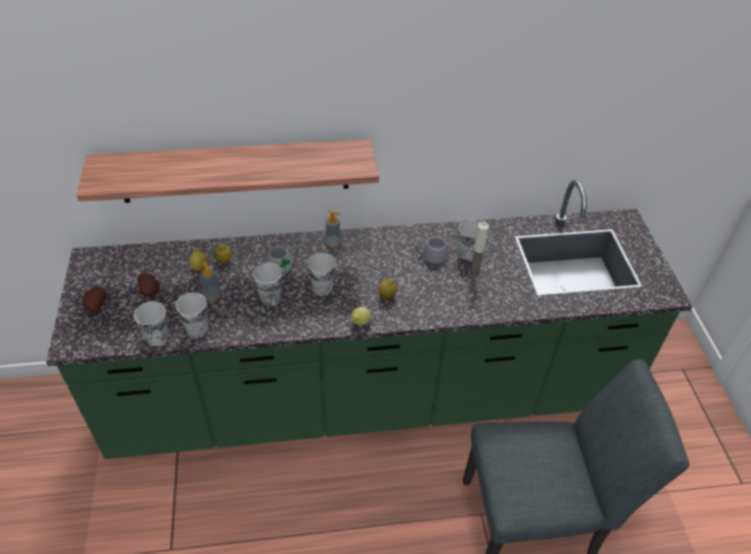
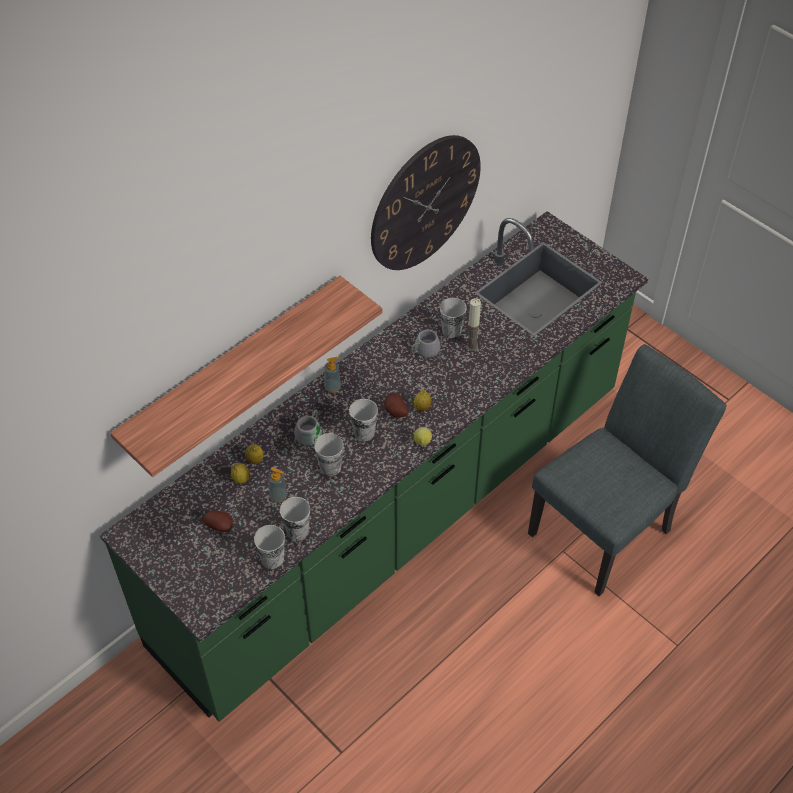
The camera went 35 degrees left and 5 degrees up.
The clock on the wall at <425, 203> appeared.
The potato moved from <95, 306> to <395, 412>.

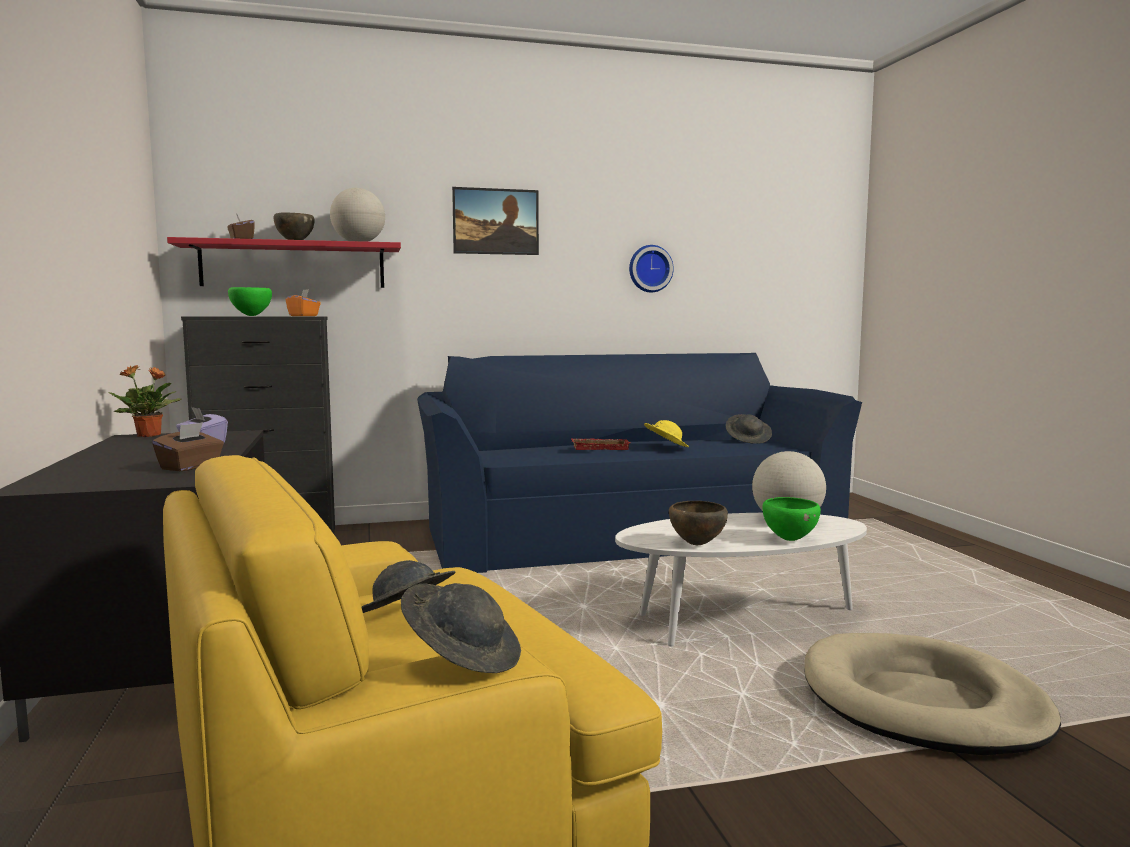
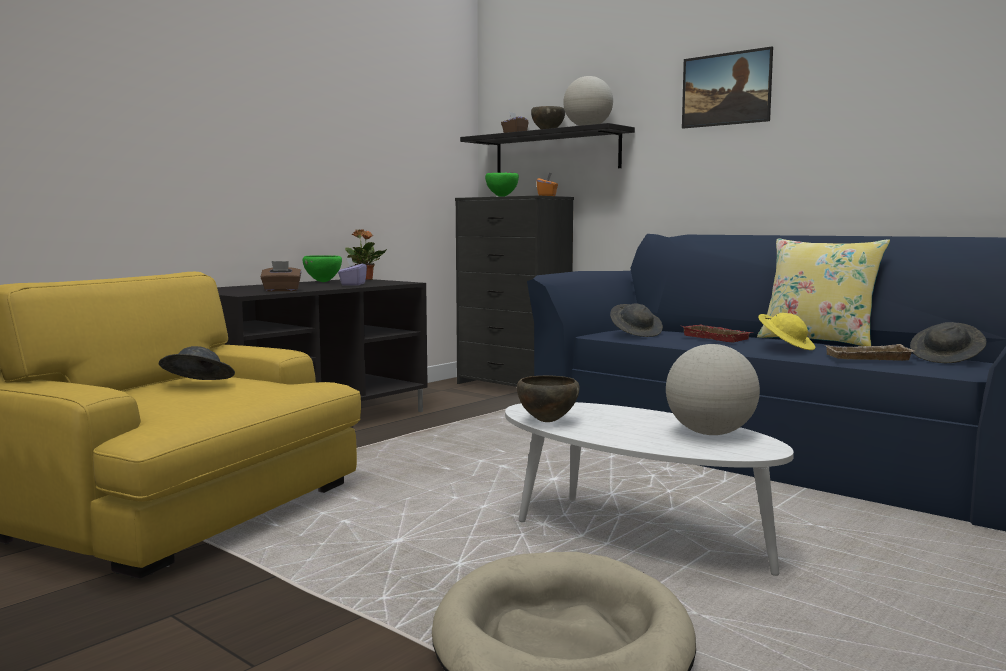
The camera went 55 degrees right and 0 degrees up.
The clock on the wall at <649, 269> disappeared.
The pillow in yellow-coloured at <818, 340> appeared.
The serving tray in beige-coloured at <867, 358> appeared.
The clothing hat in gray moved from <463, 656> to <636, 333>.
The bowl in green moved from <789, 540> to <323, 282>.
The bracket shelf in red at <293, 265> became the bracket shelf in black at <556, 153>.

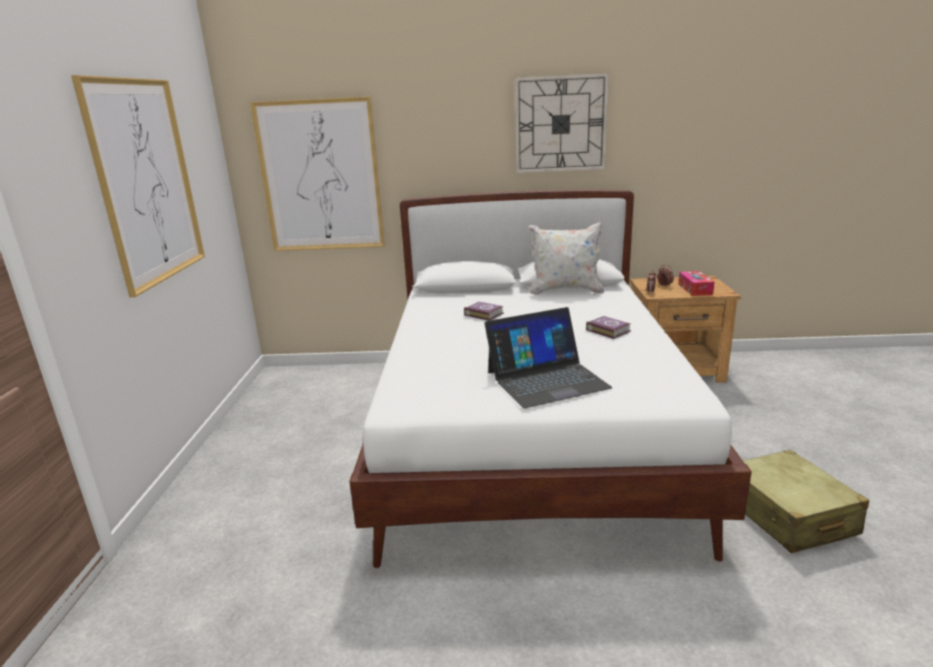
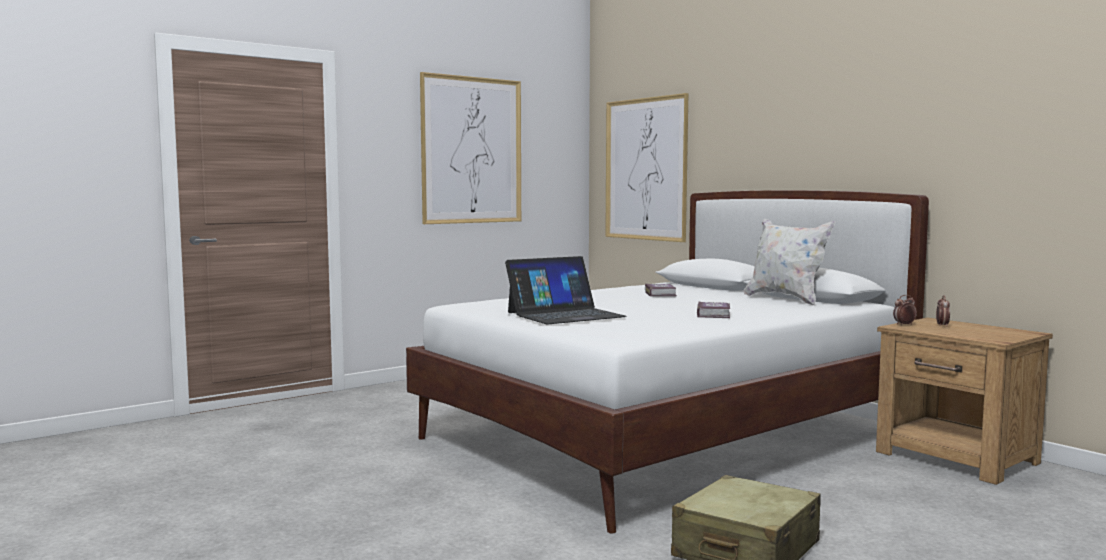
The camera went 50 degrees right and 15 degrees down.
The clock on the wall at <560, 124> disappeared.
The tissue box at <695, 289> disappeared.
The portable computer at <546, 379> turned 60 degrees counterclockwise.

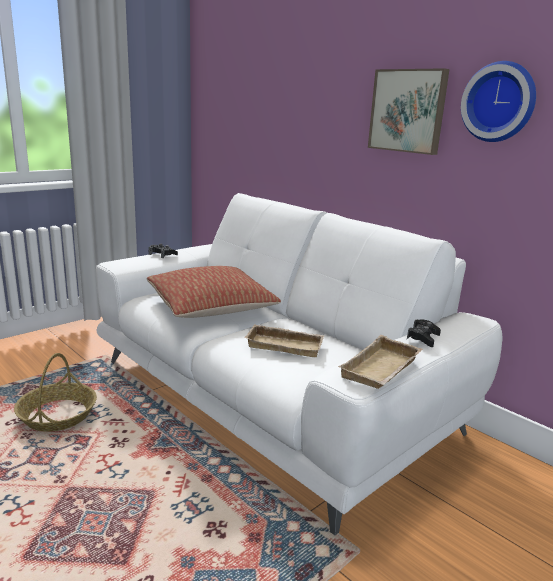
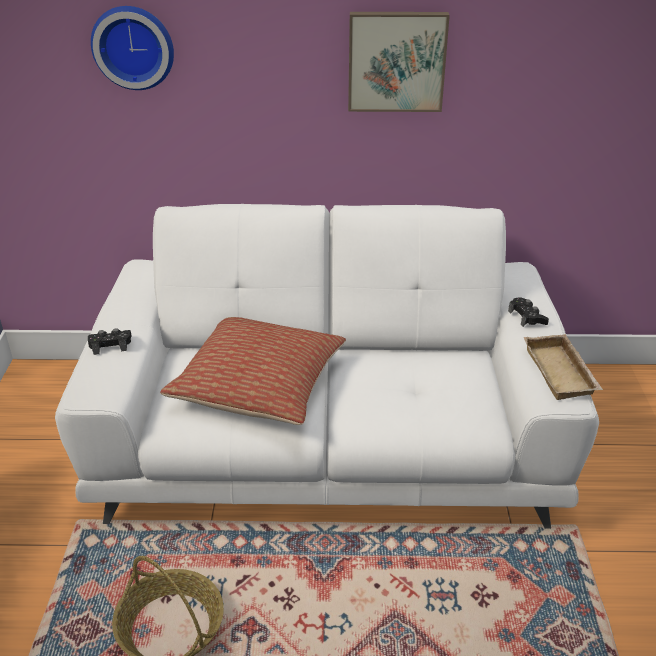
The camera went 45 degrees left and 15 degrees up.
The serving tray in beige-coloured at <286, 345> disappeared.
The clock on the wall moved from <499, 102> to <134, 46>.

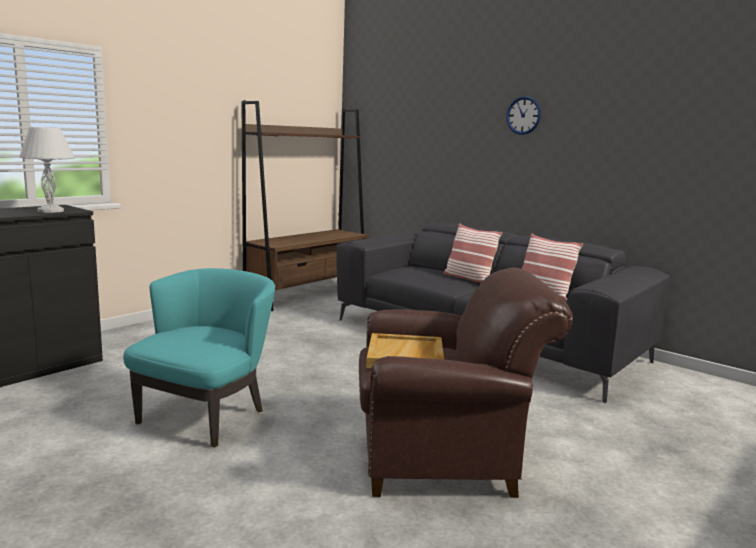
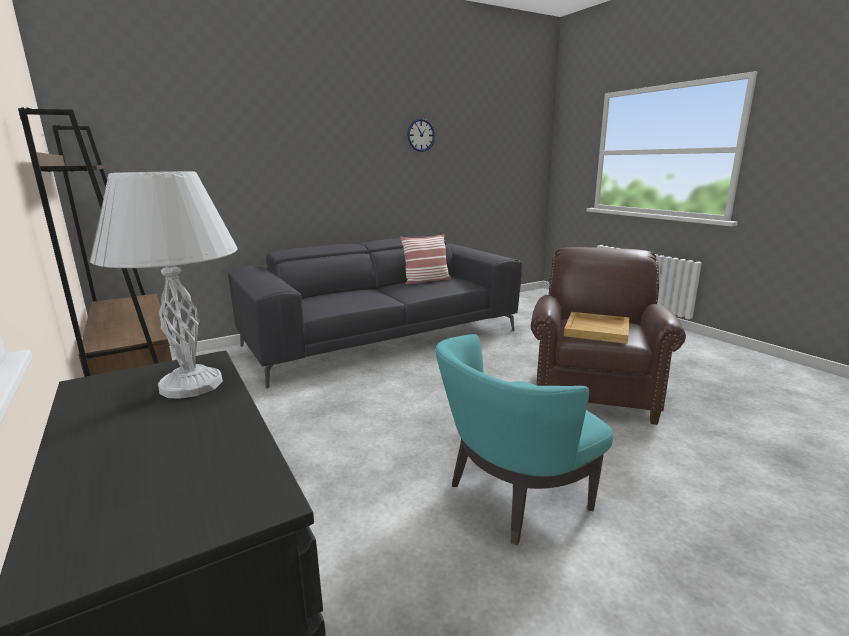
The camera went 70 degrees left and 5 degrees up.
The pillow at <468, 278> disappeared.
The clock on the wall moved from <523, 115> to <421, 135>.
The easy chair in turquoise at <206, 416> turned 75 degrees counterclockwise.

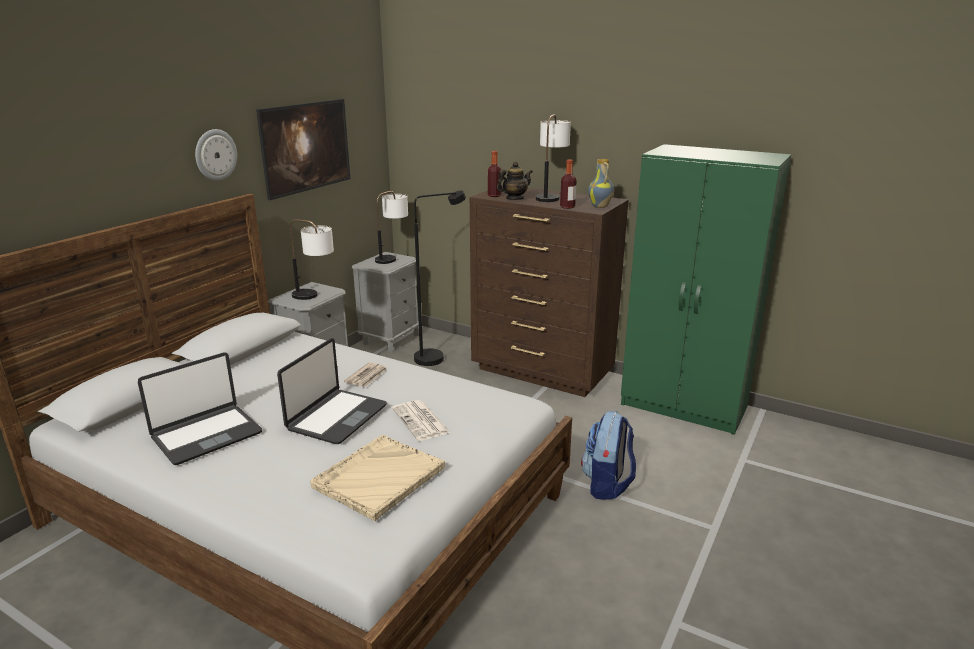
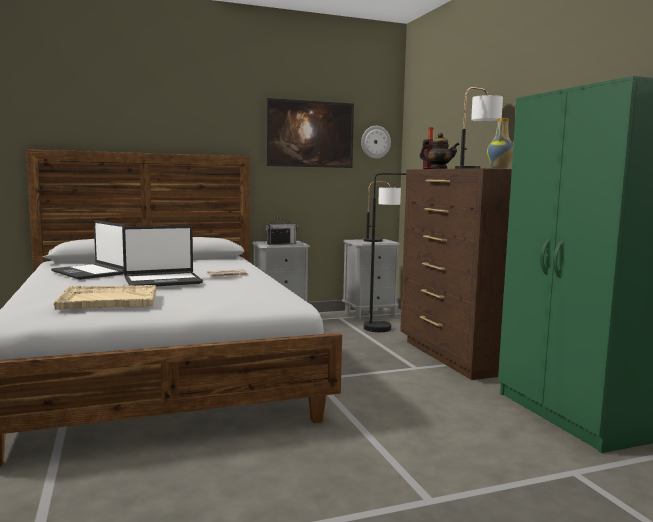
The camera went 40 degrees right and 15 degrees down.
The newspaper at <421, 421> disappeared.
The bottle at <567, 207> disappeared.
The backpack at <607, 484> disappeared.
The clock on the wall moved from <215, 154> to <375, 142>.
The lamp for a table at <315, 297> was replaced by the radio set at <281, 244>.
The portable computer at <206, 435> turned 45 degrees clockwise.

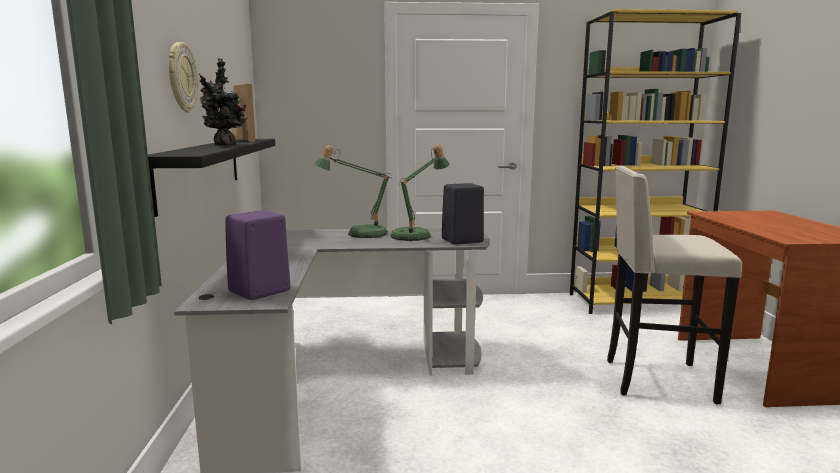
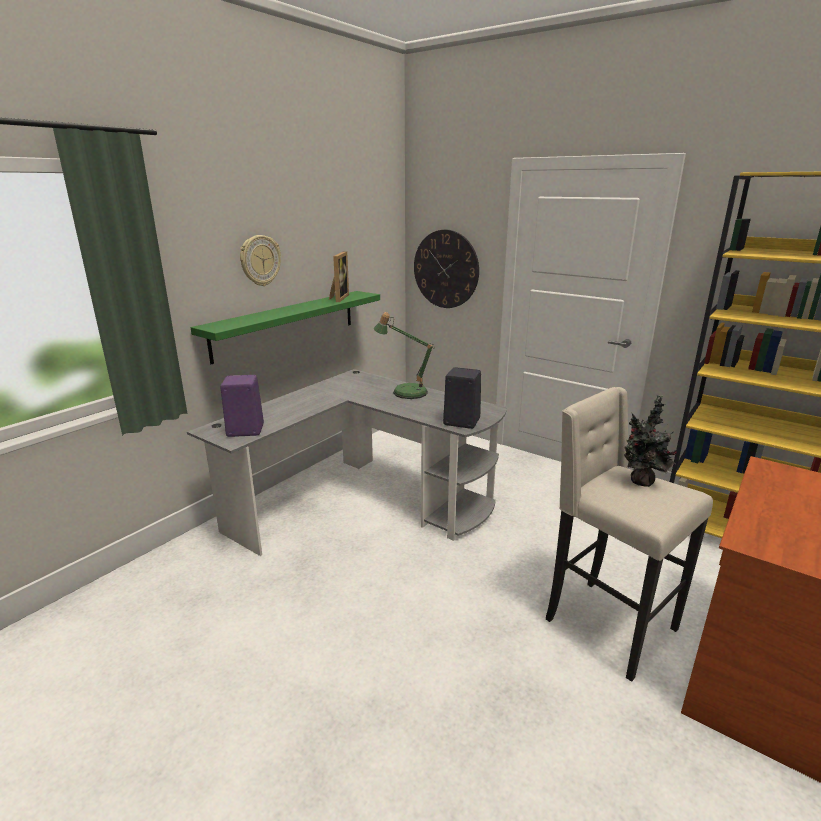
The camera went 40 degrees right and 10 degrees up.
The lamp for a table at <416, 235> disappeared.
The clock on the wall at <446, 269> appeared.
The houseplant moved from <224, 145> to <641, 482>.
The bracket shelf in black at <201, 170> became the bracket shelf in green at <287, 324>.

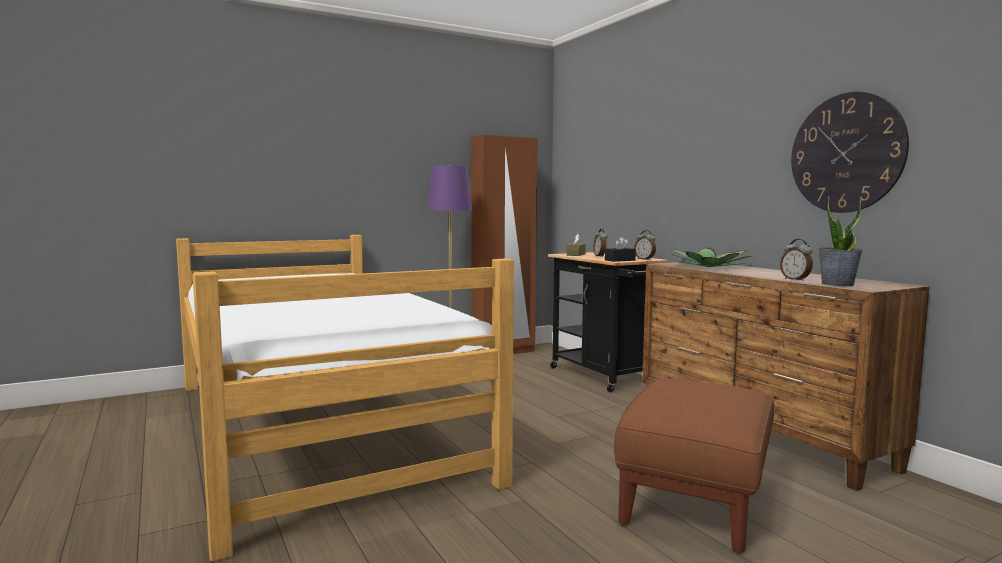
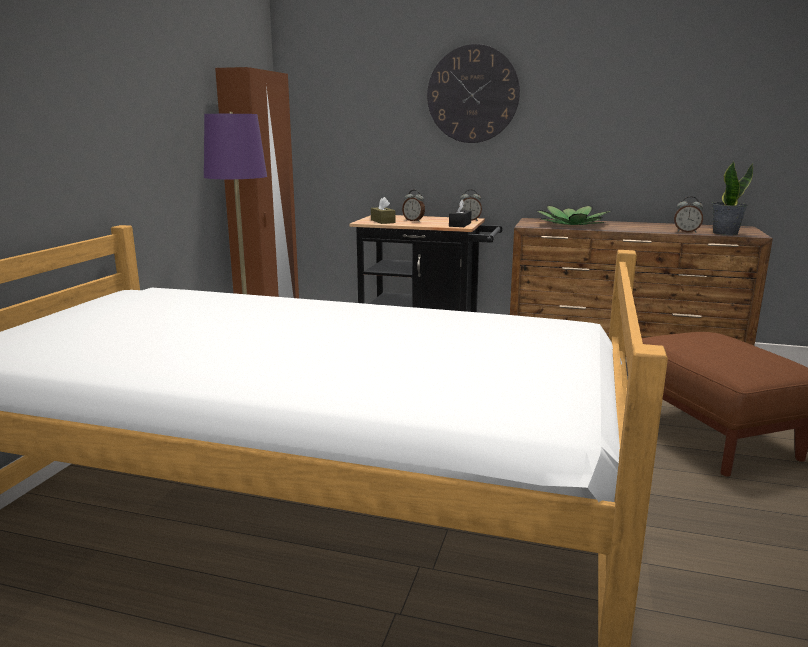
The camera went 45 degrees left and 10 degrees up.
The clock on the wall moved from <846, 153> to <473, 94>.

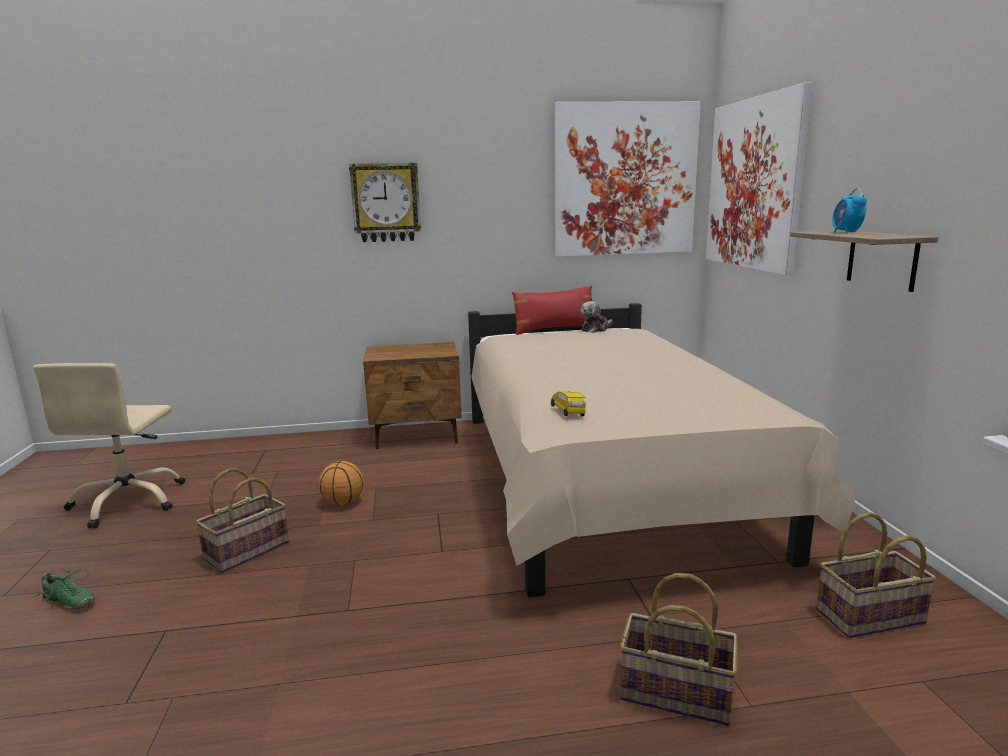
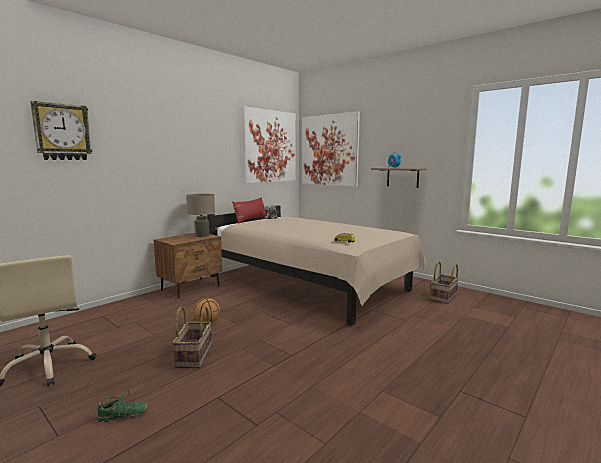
The camera went 40 degrees left and 5 degrees down.
The basket at <675, 694> disappeared.
The lamp for a table in beige-coloured at <202, 235> appeared.
The clock on the wall moved from <386, 203> to <62, 132>.

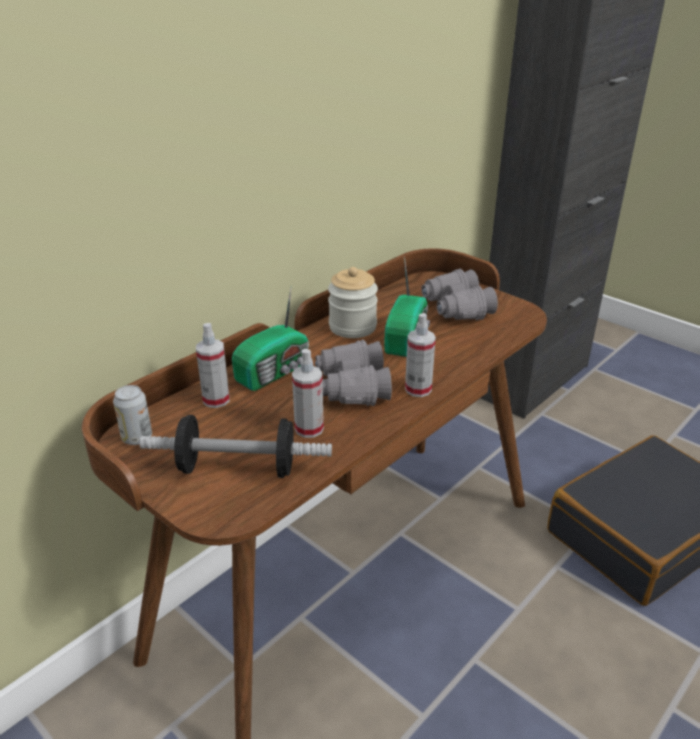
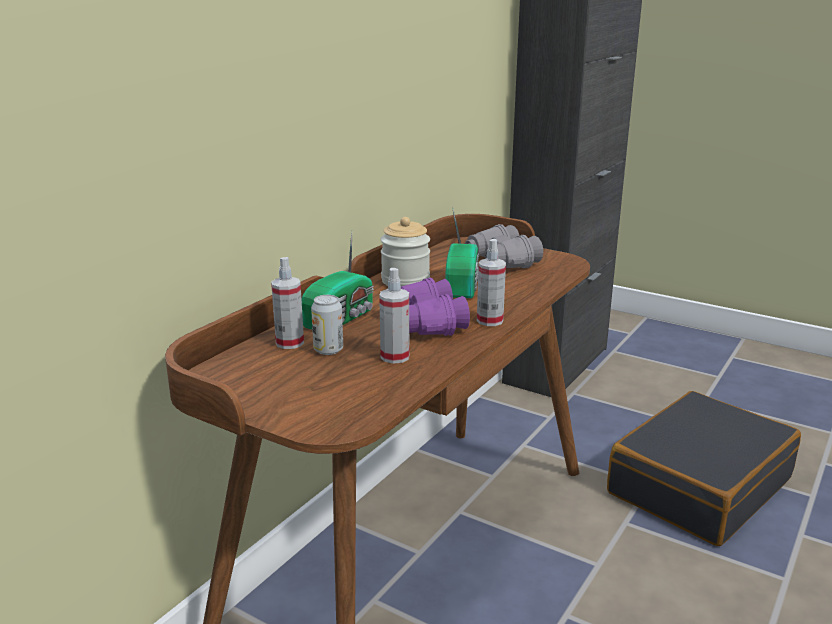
The camera went 10 degrees left and 10 degrees down.
The free weight at <238, 468> disappeared.
The metal can moved from <137, 438> to <328, 350>.
The pair of binoculars in gray at <352, 387> became the pair of binoculars in purple at <424, 324>.

